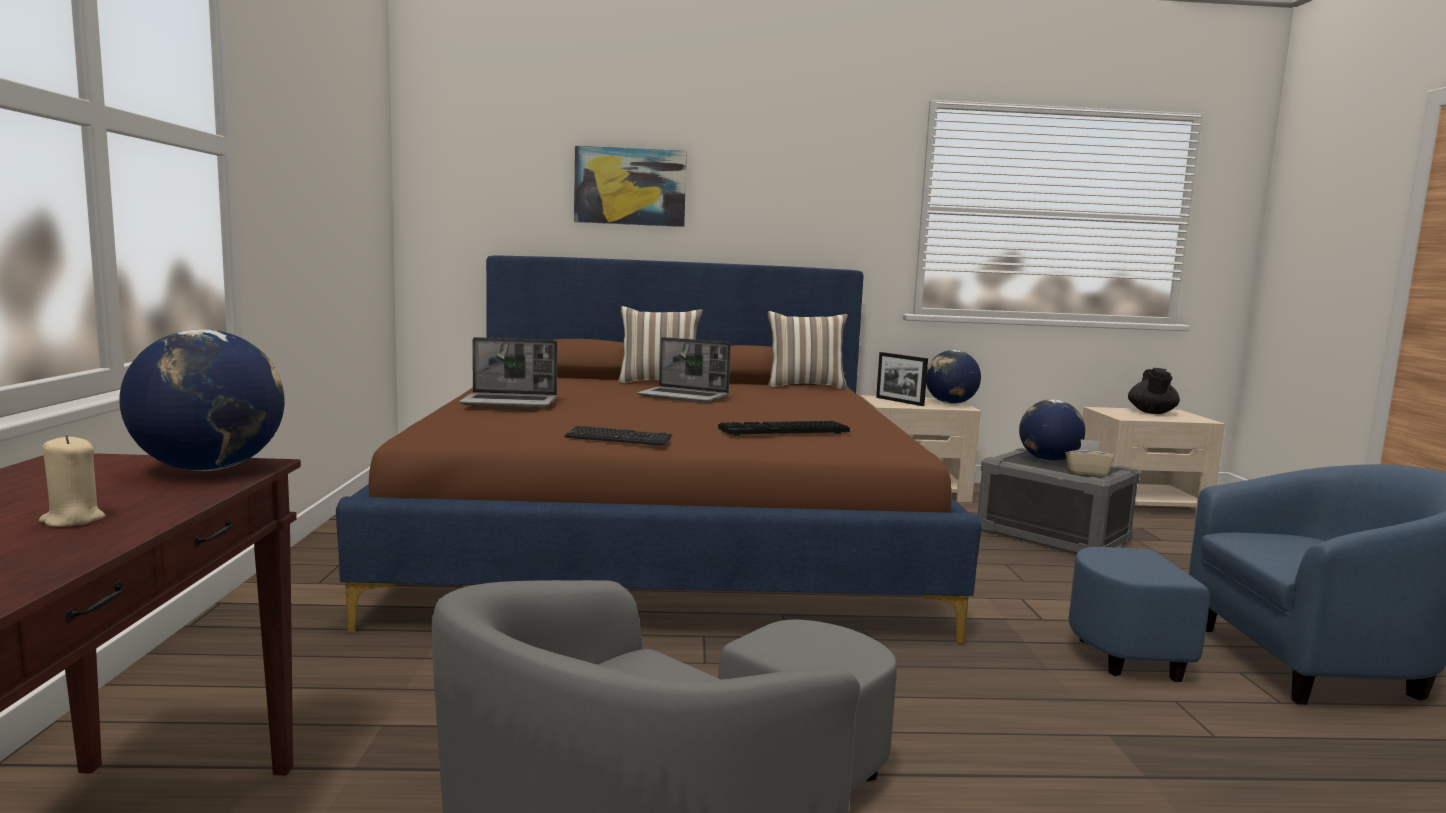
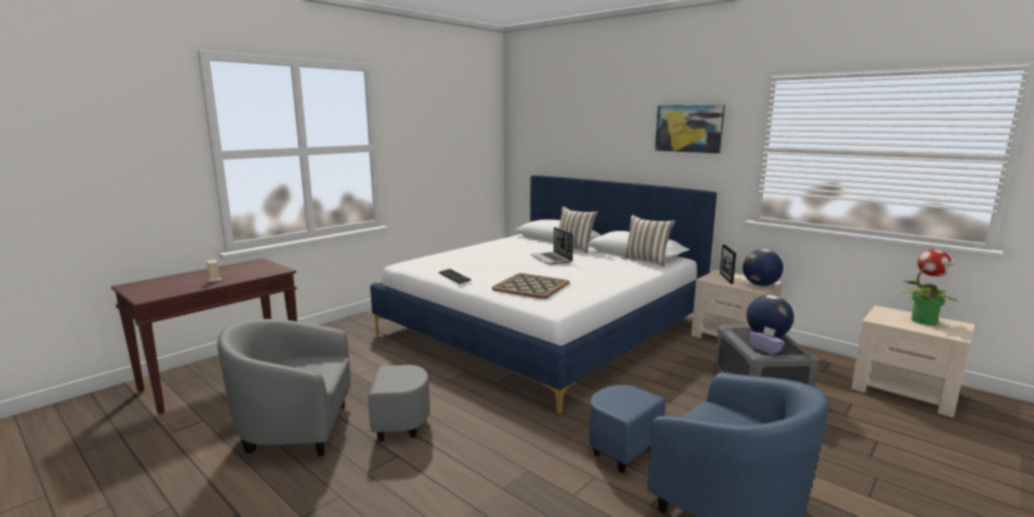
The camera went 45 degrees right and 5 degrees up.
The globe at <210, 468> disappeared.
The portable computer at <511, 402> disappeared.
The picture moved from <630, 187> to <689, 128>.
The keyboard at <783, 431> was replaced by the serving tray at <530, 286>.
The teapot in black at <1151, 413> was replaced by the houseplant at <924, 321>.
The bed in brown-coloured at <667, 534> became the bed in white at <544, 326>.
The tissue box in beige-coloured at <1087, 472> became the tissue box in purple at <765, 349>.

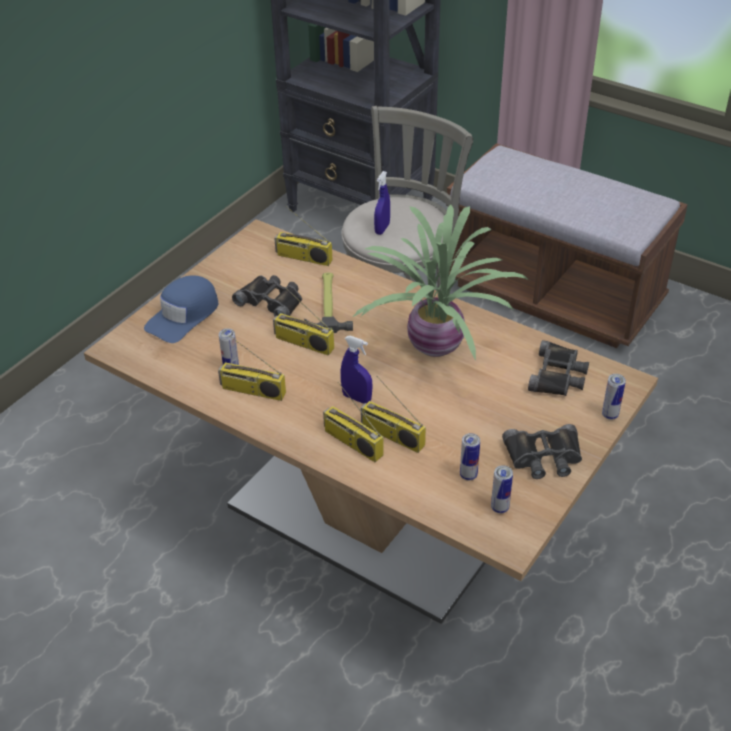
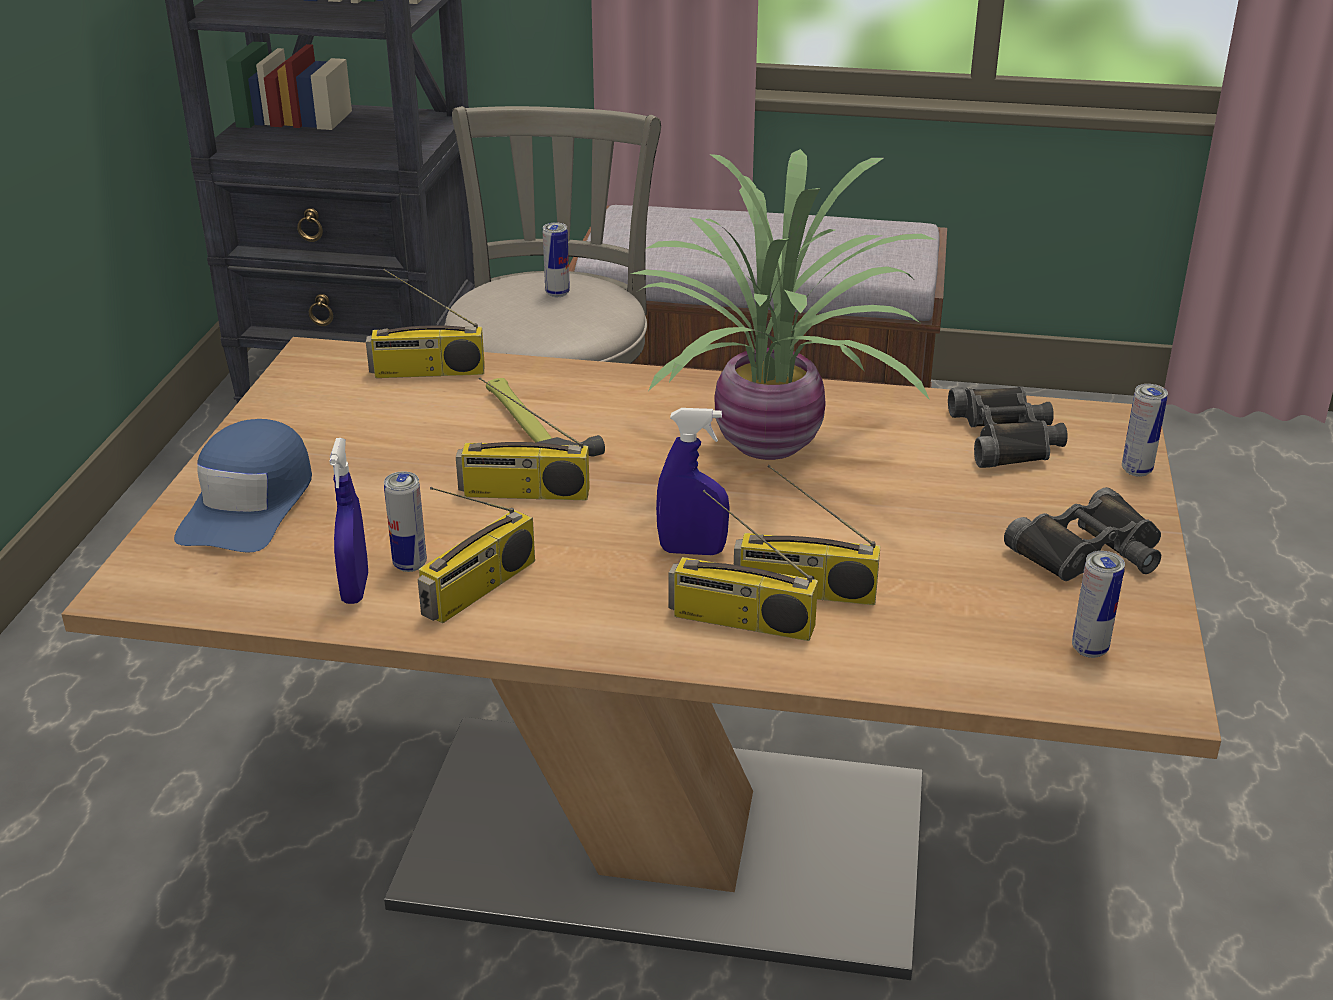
The camera went 25 degrees left and 10 degrees down.
The pair of binoculars in black at <271, 301> disappeared.
The hand sprayer in bluish moved from <382, 229> to <355, 589>.
The metal can moved from <468, 475> to <557, 293>.
The radio set at <252, 391> turned 45 degrees counterclockwise.

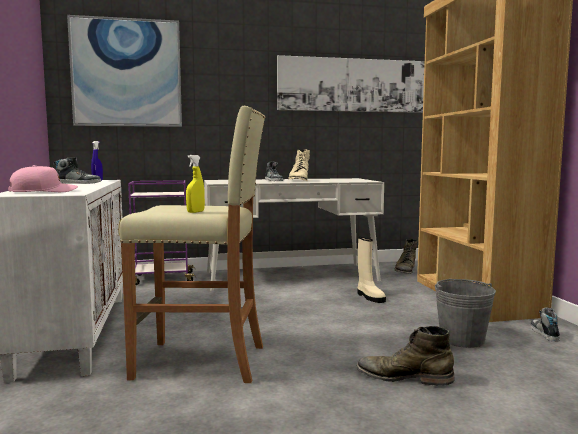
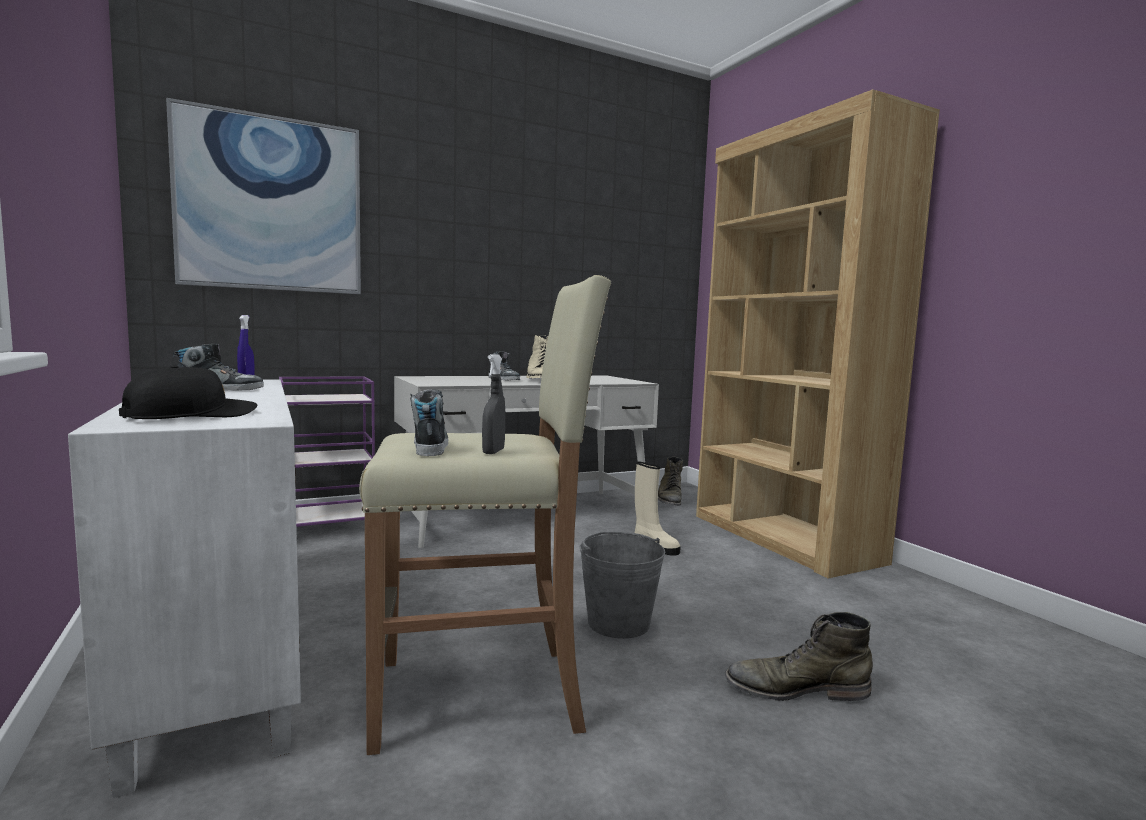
The camera went 15 degrees left and 0 degrees up.
The picture at <352, 85> disappeared.
The pail in gray moved from <462, 339> to <618, 623>.
The item of footwear moved from <544, 333> to <429, 447>.
The baseball cap in pink-coloured at <44, 191> became the baseball cap in black at <192, 415>.
The hand sprayer in yellow-coloured at <195, 212> became the hand sprayer in gray at <493, 452>.

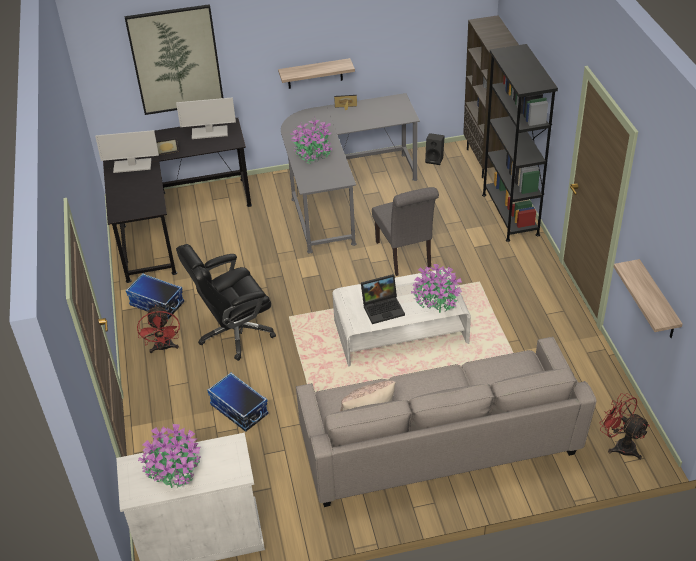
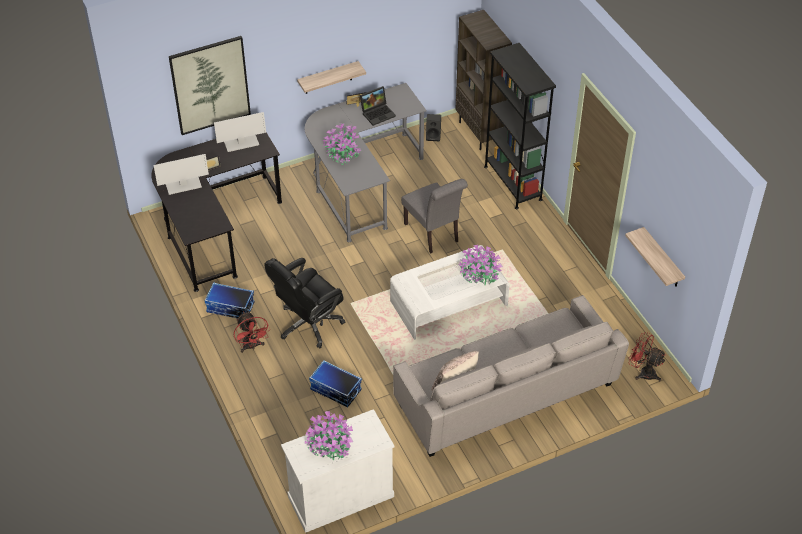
The camera went 15 degrees left and 5 degrees up.
The portable computer moved from <383, 308> to <378, 113>.

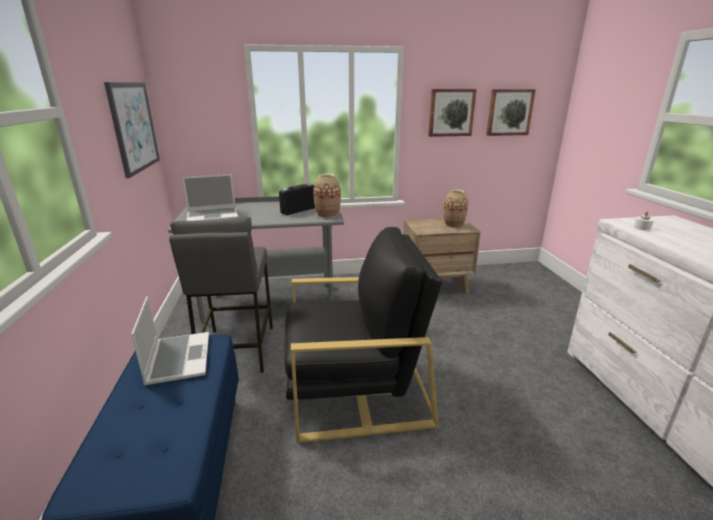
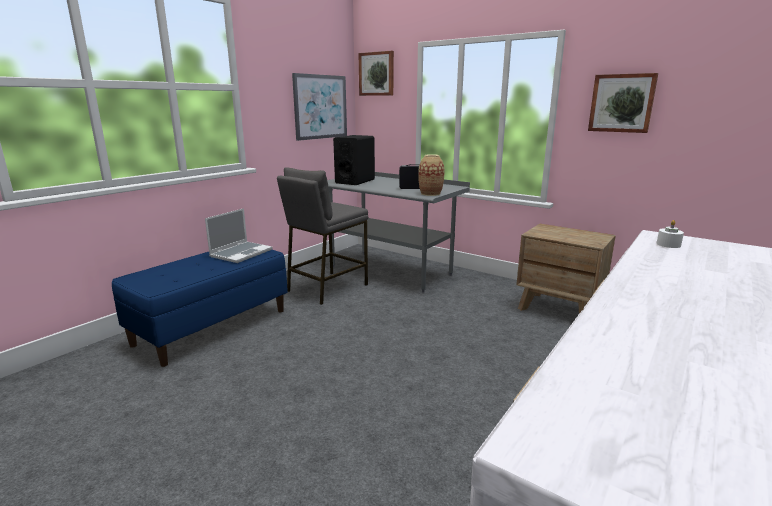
The camera went 45 degrees right and 5 degrees down.
The easy chair in black at <356, 387> disappeared.
The vase at <453, 225> disappeared.
The picture moved from <509, 112> to <377, 74>.
The portable computer at <213, 216> was replaced by the audio speaker in black at <355, 181>.

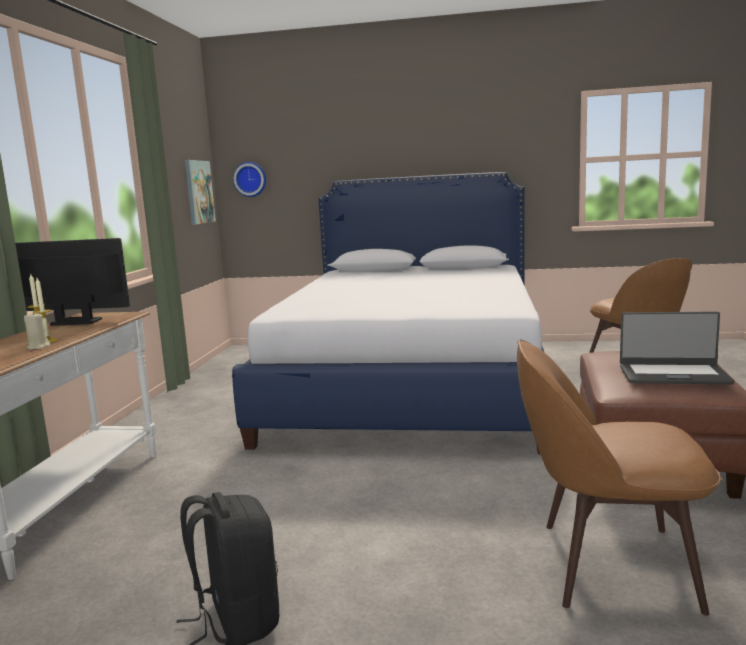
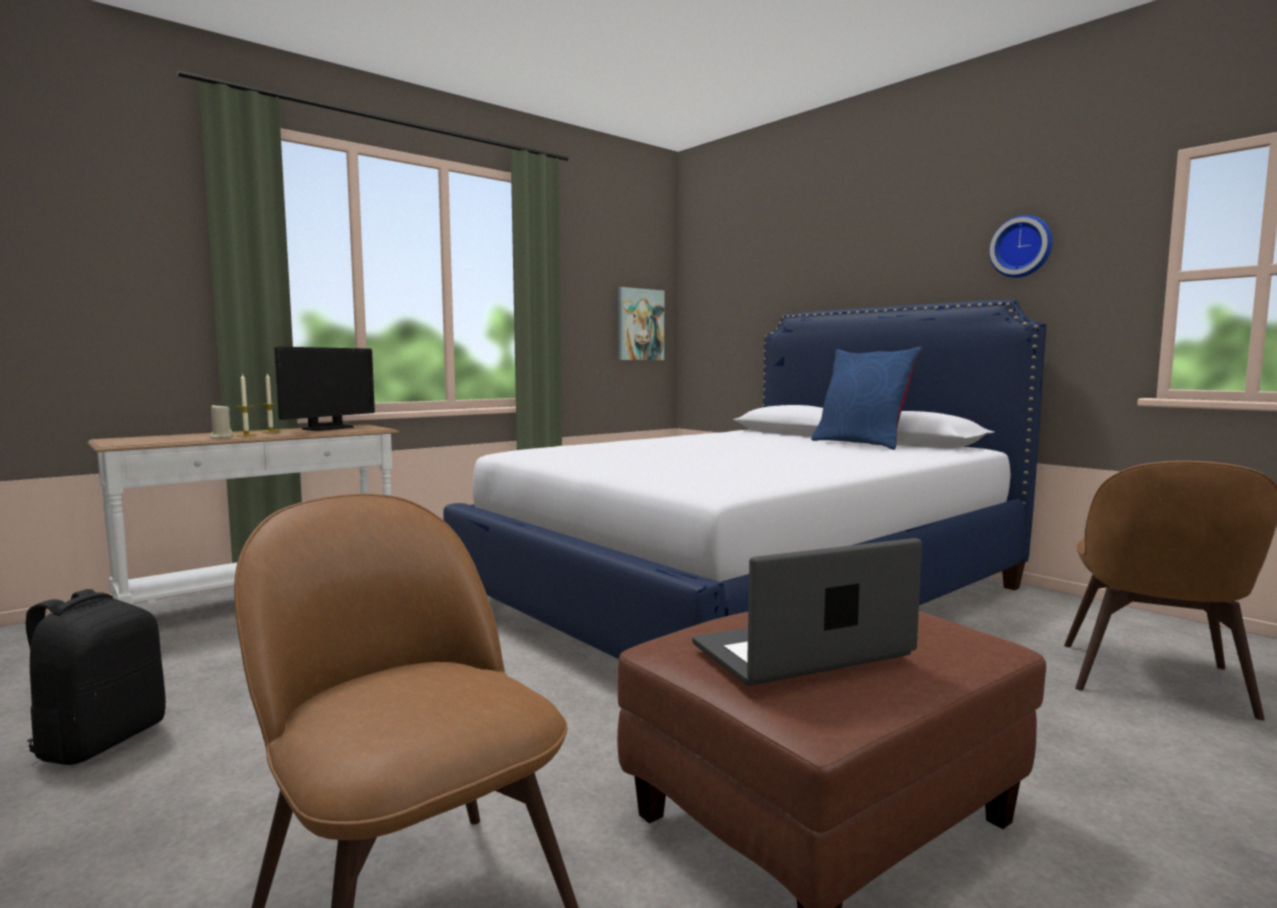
The camera went 40 degrees right and 5 degrees down.
The pillow in bluish at <861, 444> appeared.
The clock on the wall moved from <250, 179> to <1022, 247>.
The computer screen at <76, 322> turned 75 degrees clockwise.
The portable computer at <673, 374> turned 105 degrees clockwise.

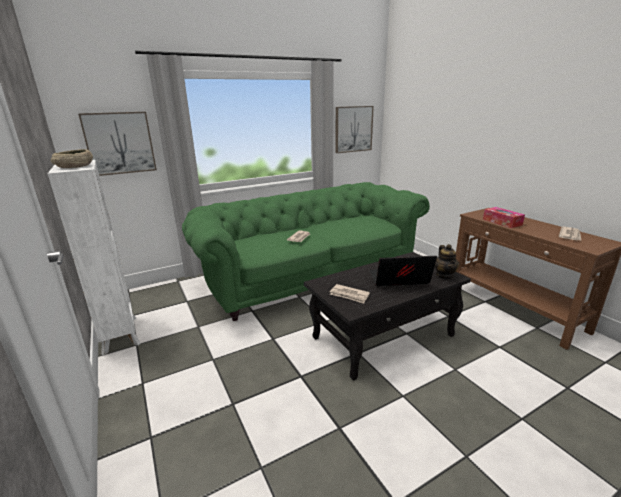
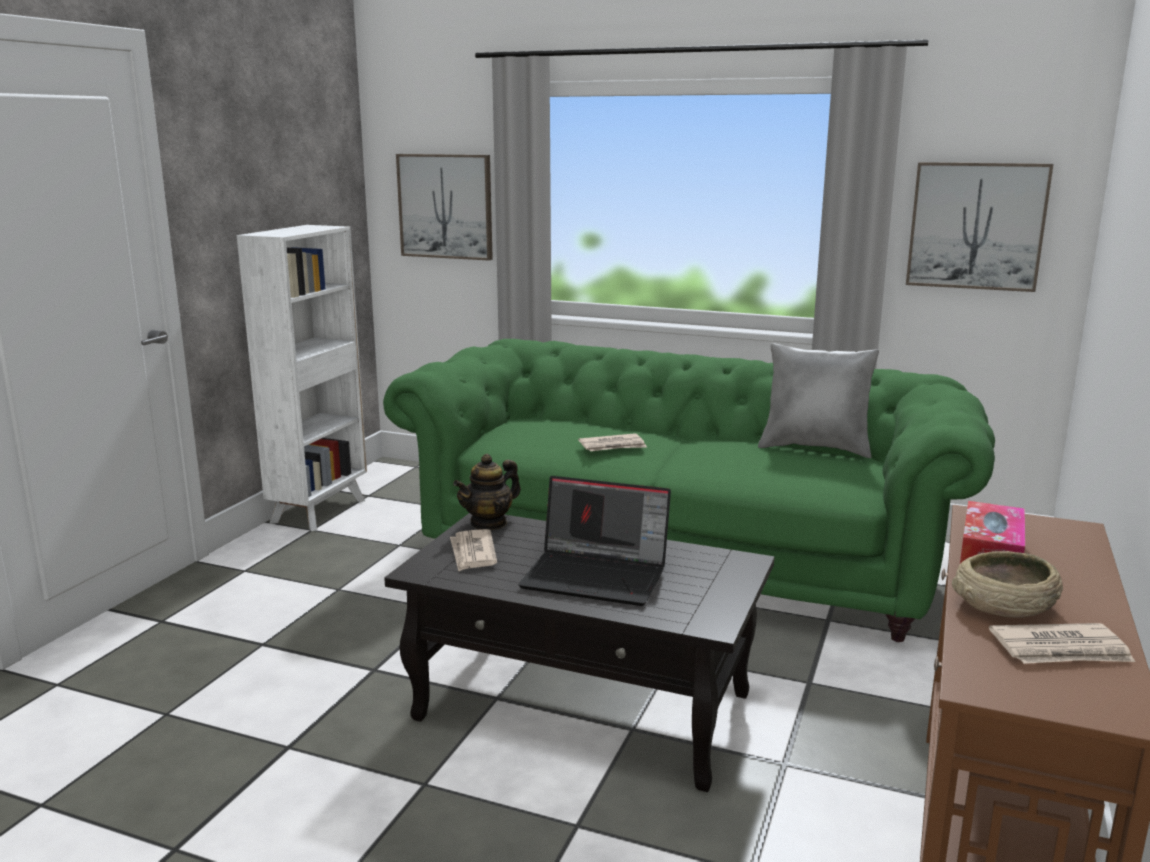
The camera went 50 degrees right and 5 degrees down.
The pillow in gray at <815, 448> appeared.
The bowl in beige-coloured moved from <75, 166> to <1005, 605>.
The teapot moved from <444, 275> to <489, 523>.
The portable computer at <398, 280> turned 150 degrees clockwise.

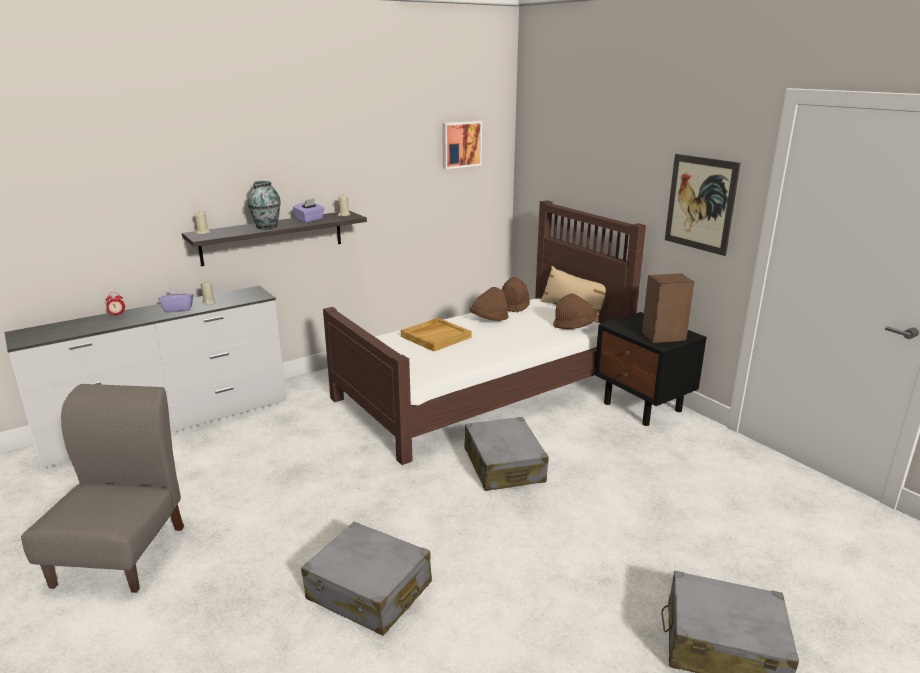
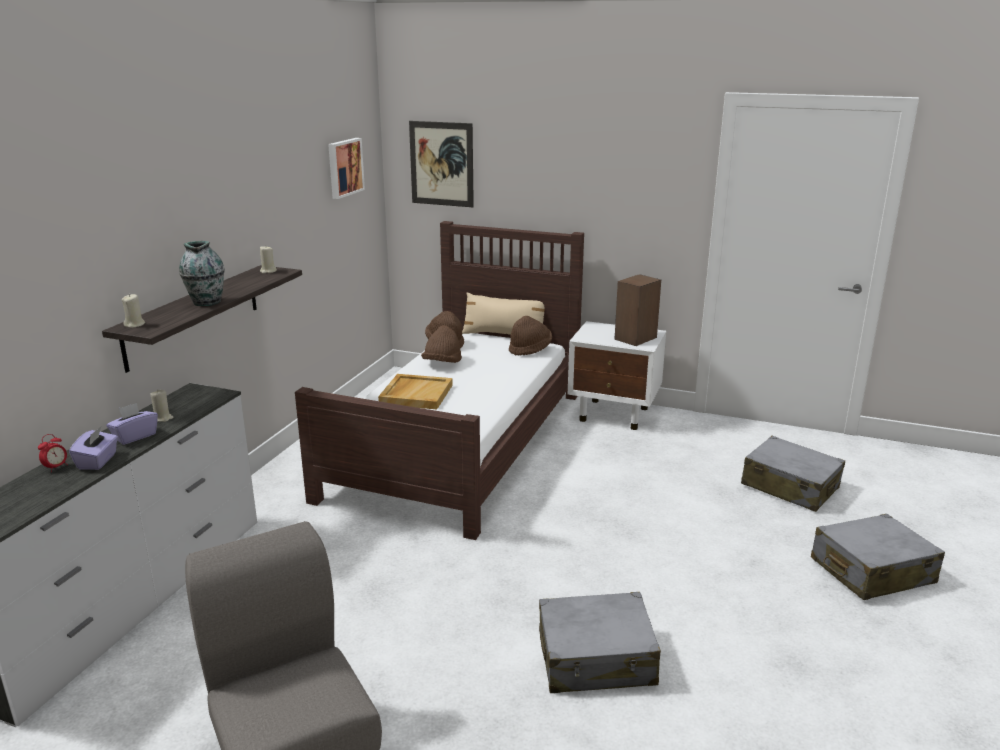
The camera went 35 degrees left and 0 degrees up.
The tissue box in purple moved from <310, 220> to <98, 461>.
The travel case in gray moved from <504, 466> to <790, 486>.
The picture moved from <700, 203> to <441, 164>.
The bedside table in black at <643, 407> became the bedside table in white at <615, 414>.

